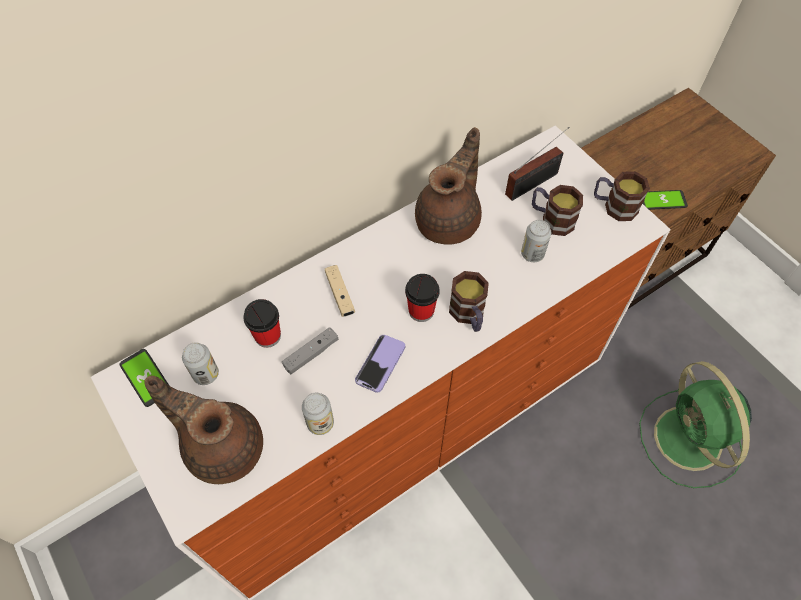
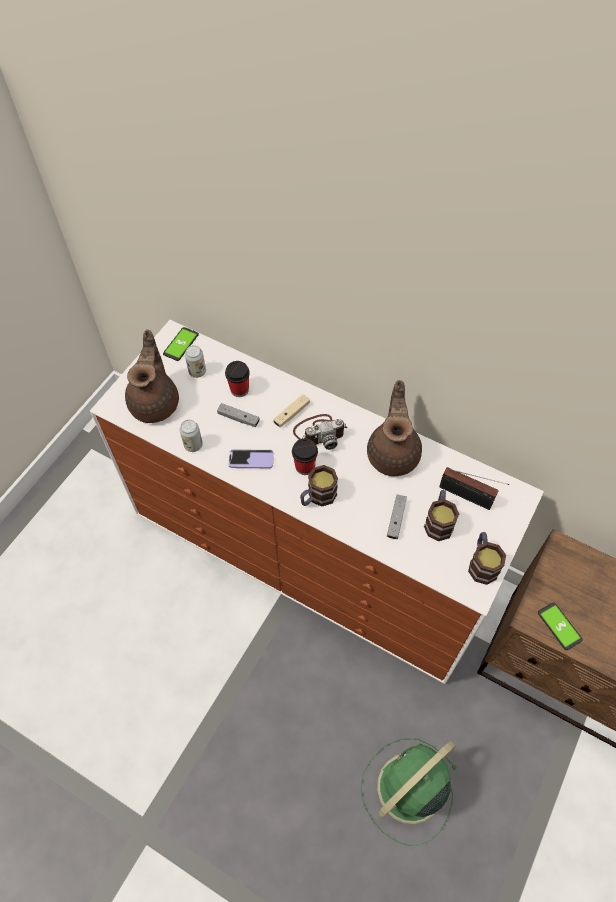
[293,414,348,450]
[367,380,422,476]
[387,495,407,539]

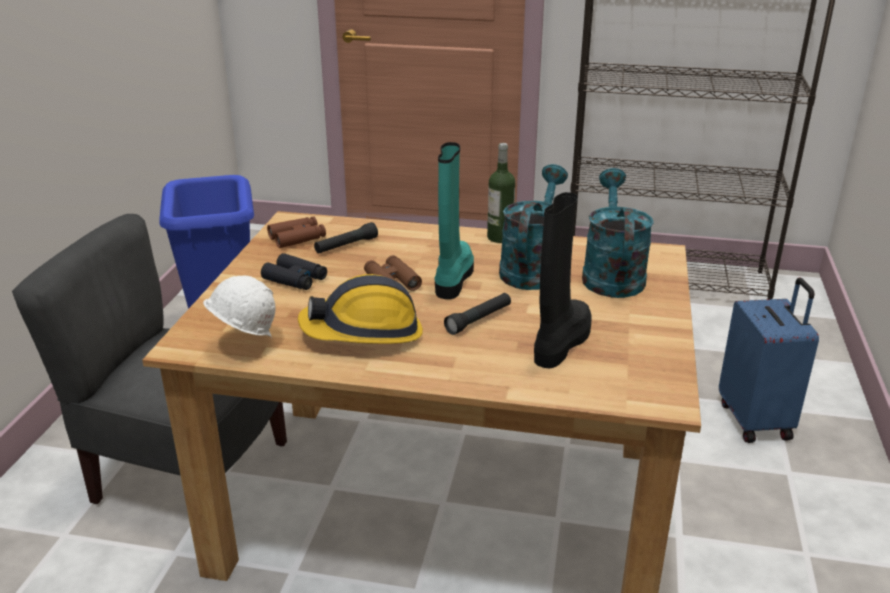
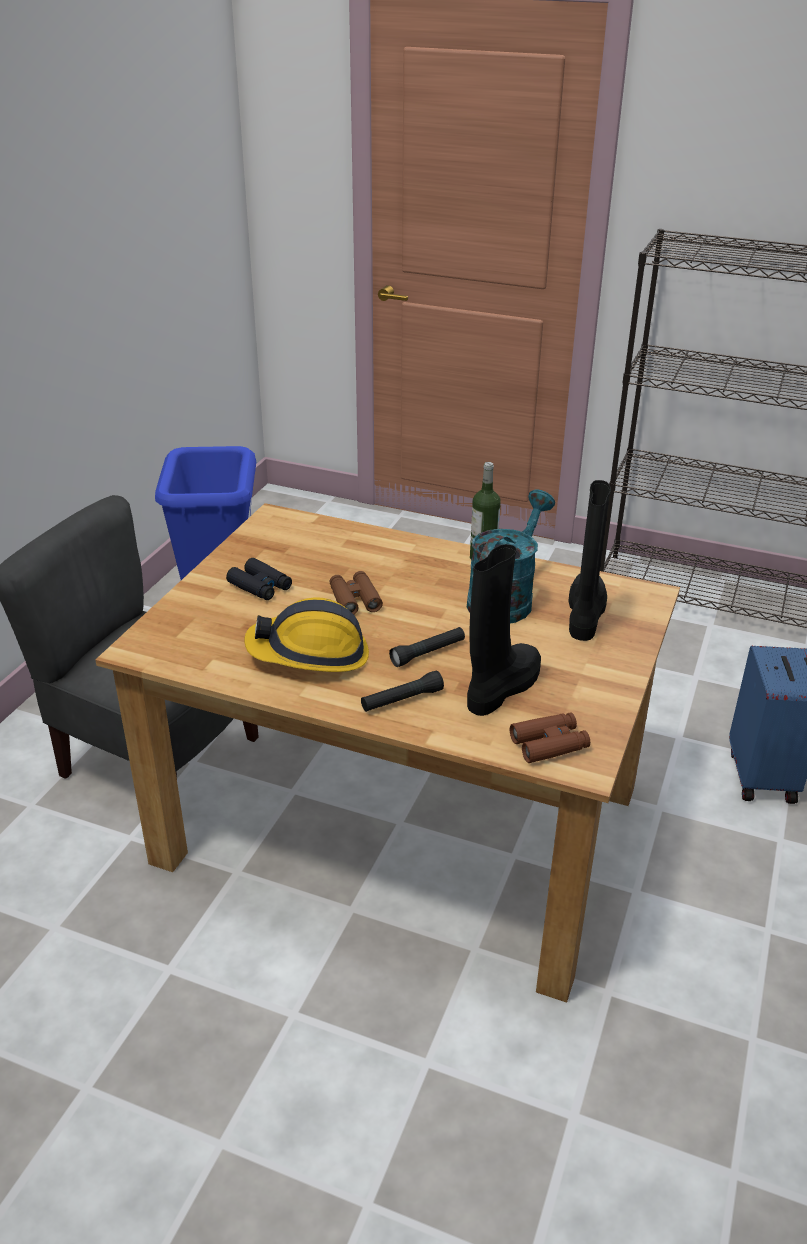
[361,671,444,712]
[510,712,590,763]
[568,480,611,641]
[203,275,275,338] (first image)
[435,142,474,299] (first image)

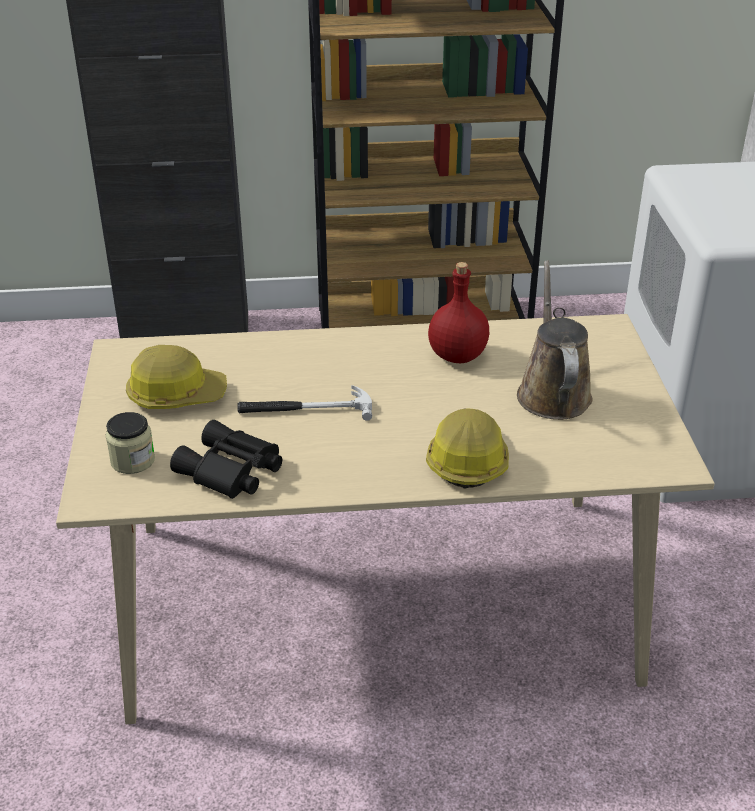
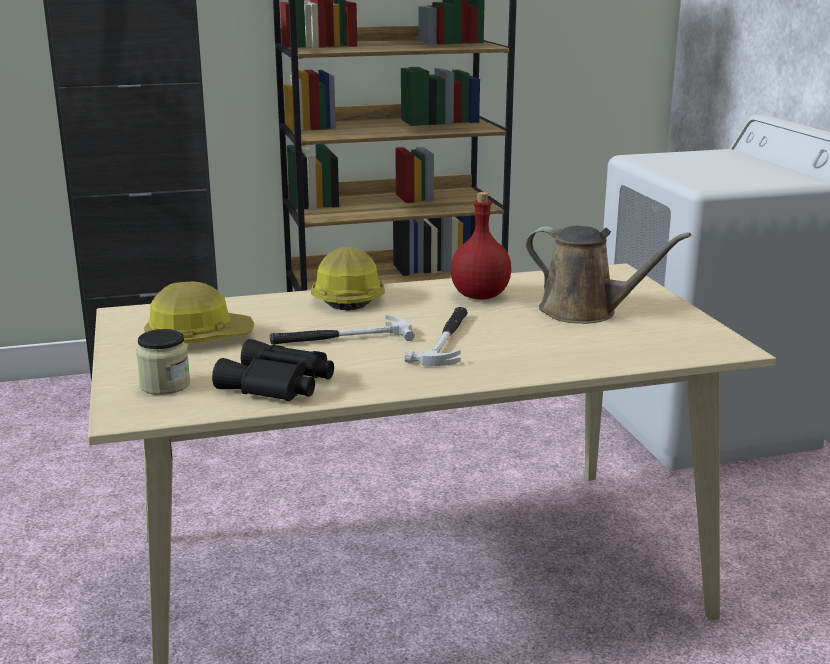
[311,247,385,311]
[405,307,467,366]
[526,226,691,324]

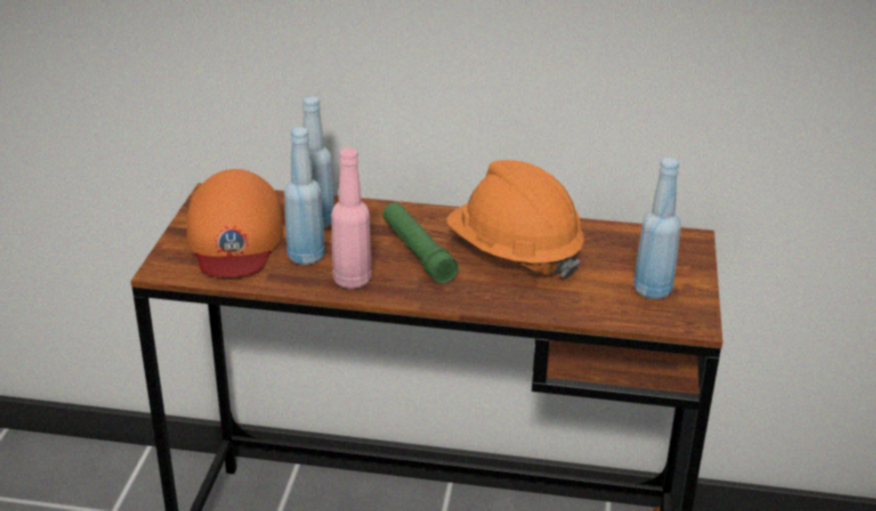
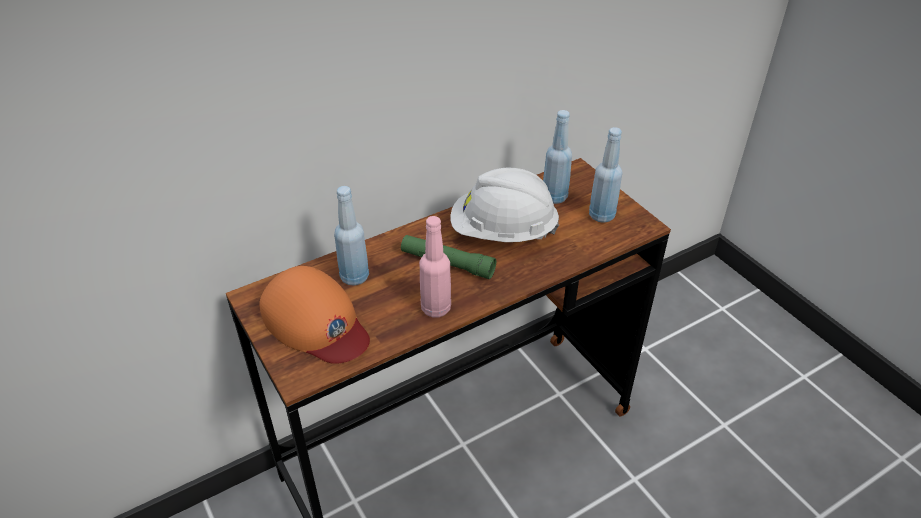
[451,168,559,242]
[543,110,572,204]

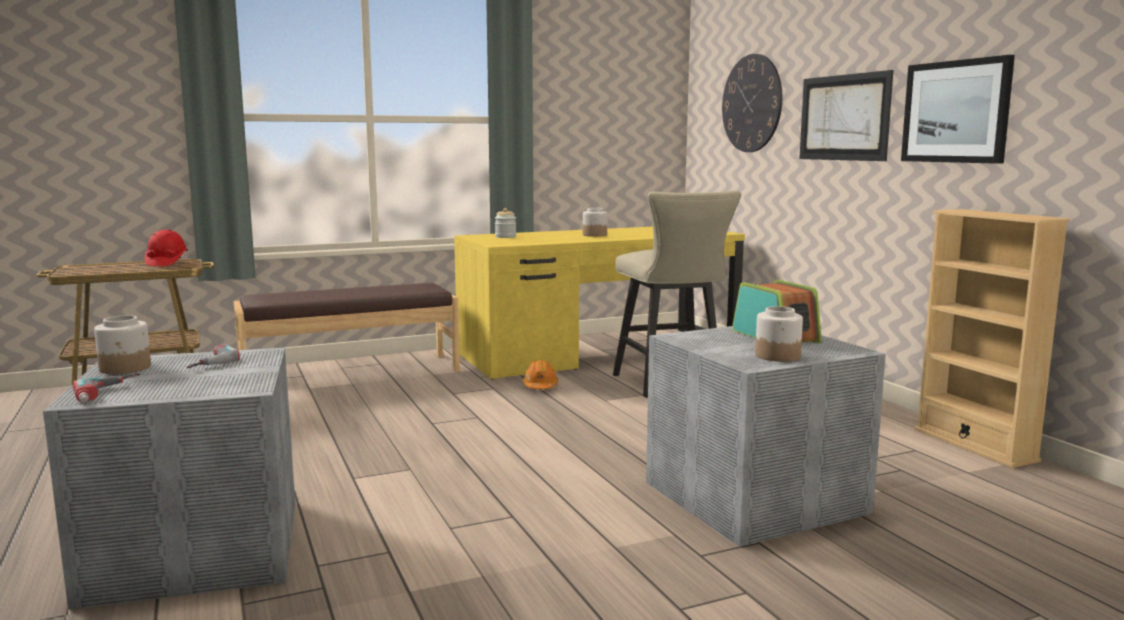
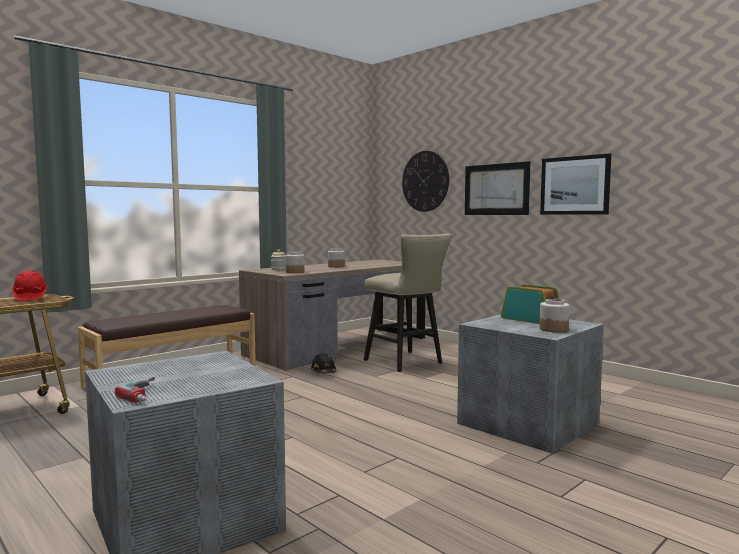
[239,260,425,371]
[286,252,304,273]
[311,353,337,374]
[187,344,240,368] (first image)
[914,209,1070,468] (first image)

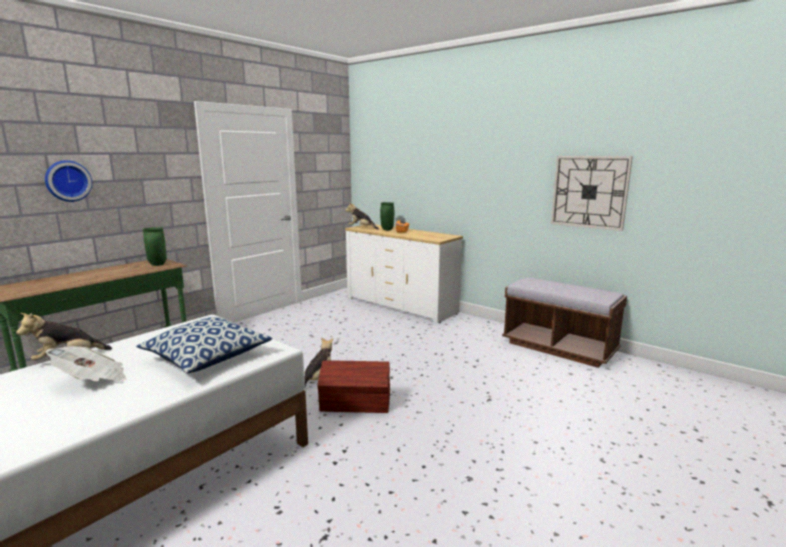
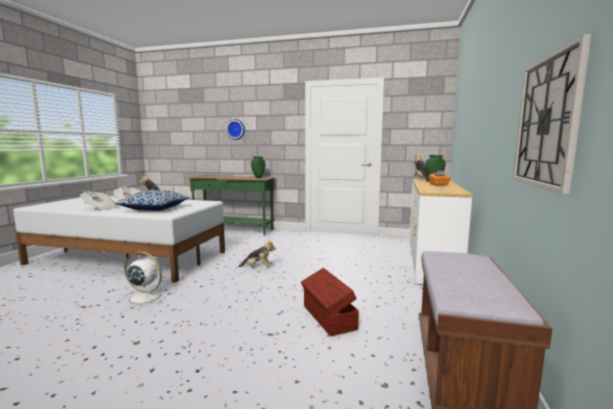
[80,191,118,211]
[119,251,168,307]
[301,268,359,336]

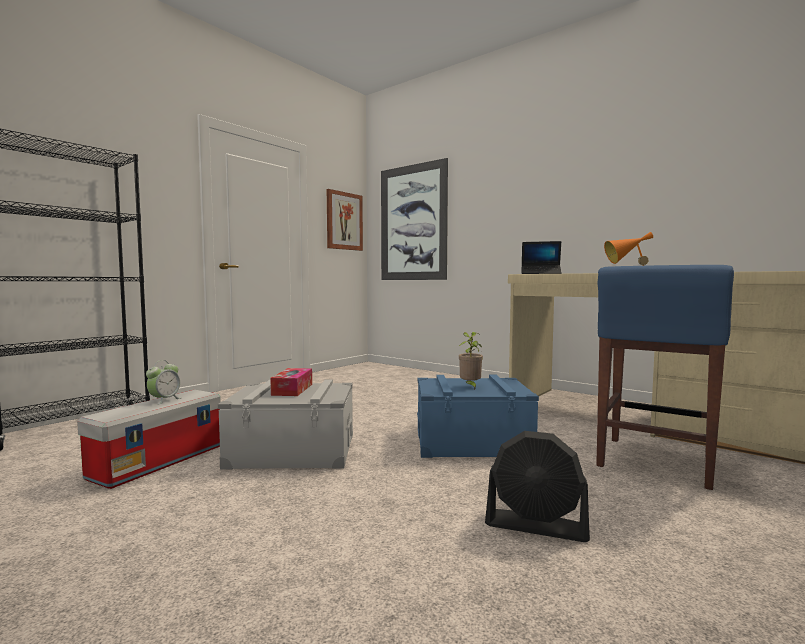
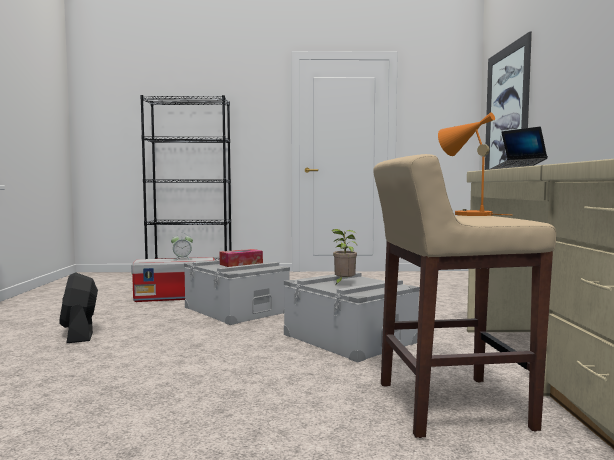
[59,273,98,343]
[284,272,420,363]
[373,154,556,438]
[327,189,363,251] (first image)

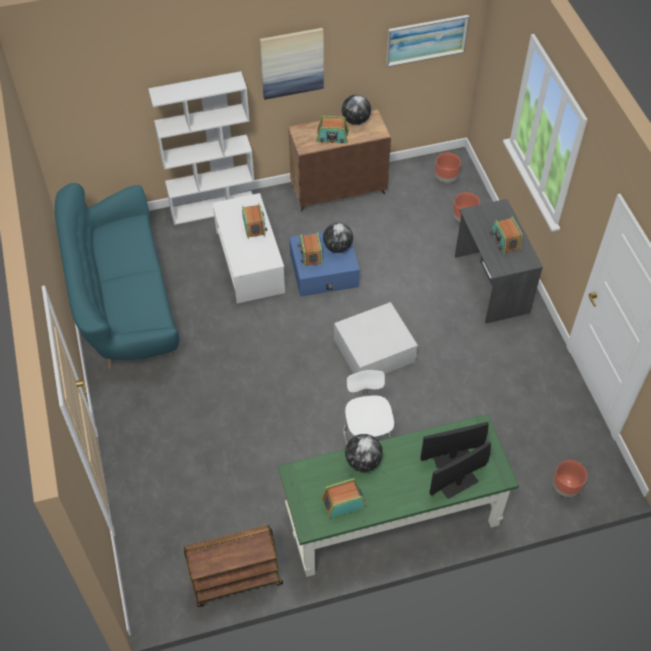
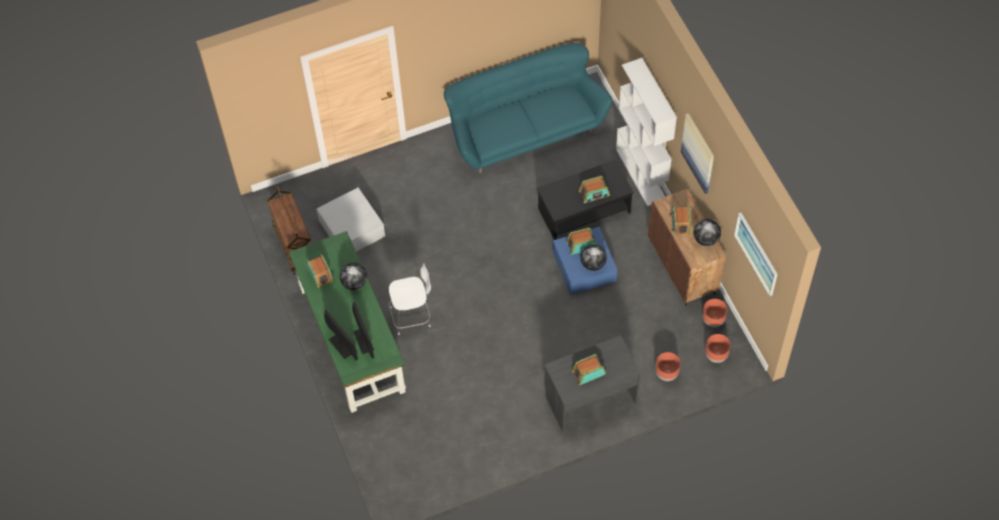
[316,188,385,252]
[537,160,634,240]
[703,299,727,327]

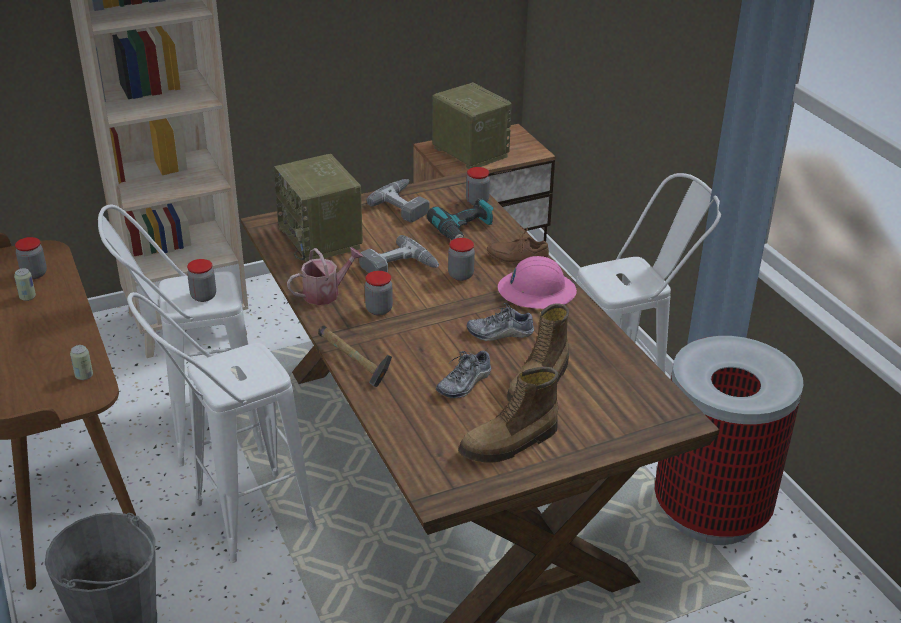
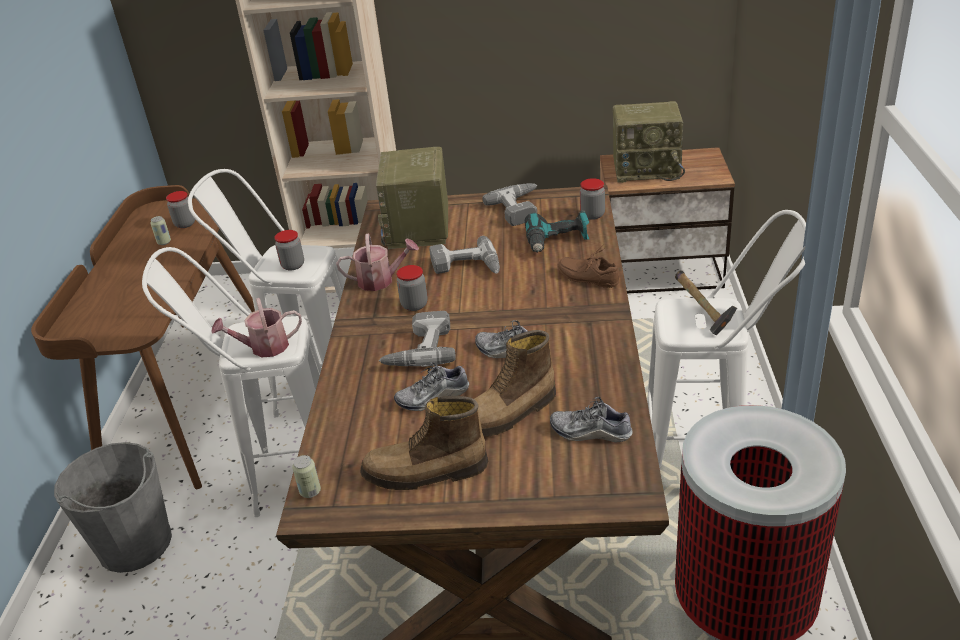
[211,298,302,357]
[292,455,321,498]
[379,311,456,367]
[550,397,633,443]
[613,101,685,183]
[675,270,737,335]
[448,238,475,281] (first image)
[498,256,577,309] (first image)

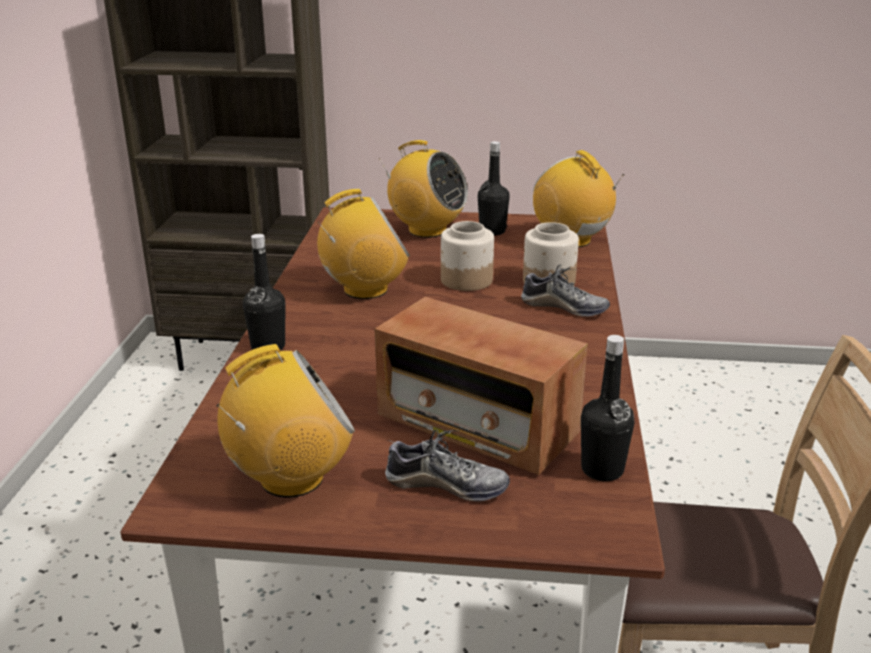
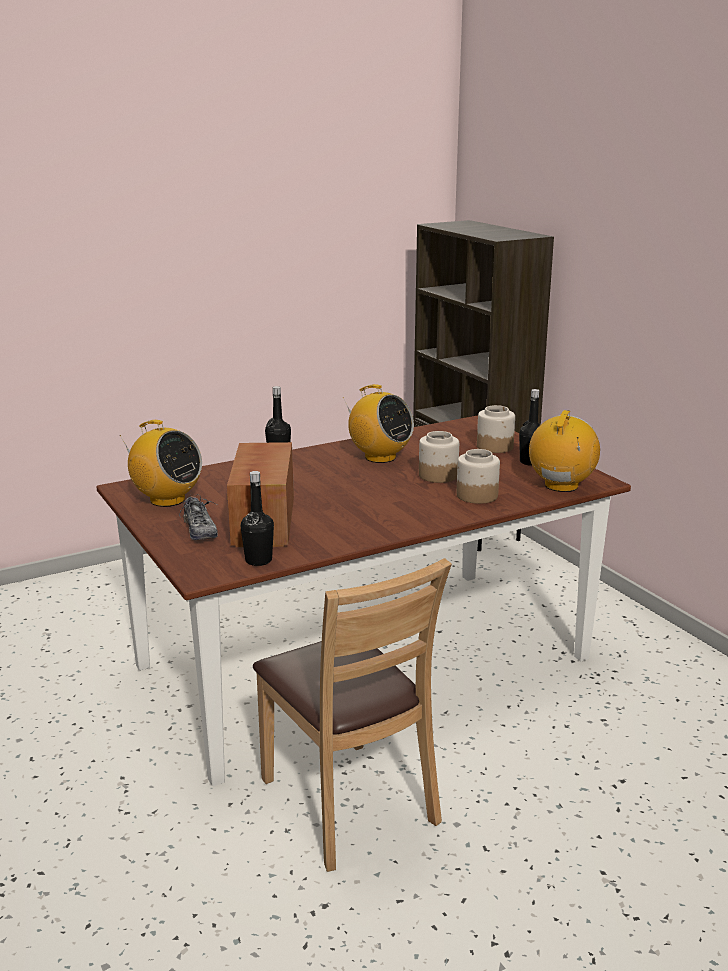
[477,405,515,453]
[521,264,610,317] (first image)

